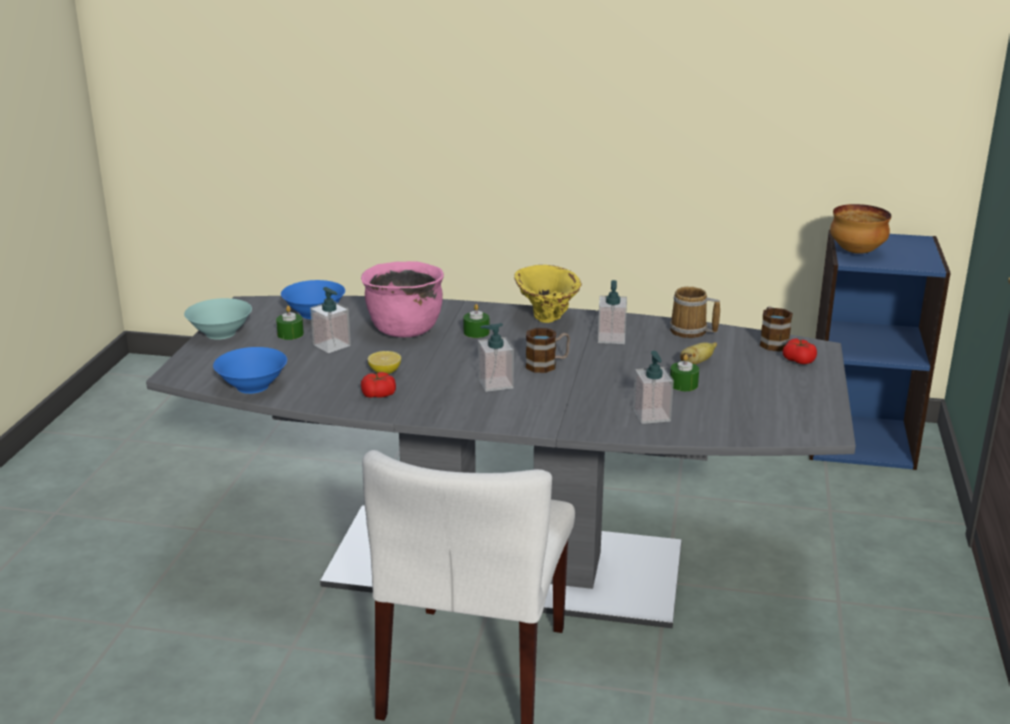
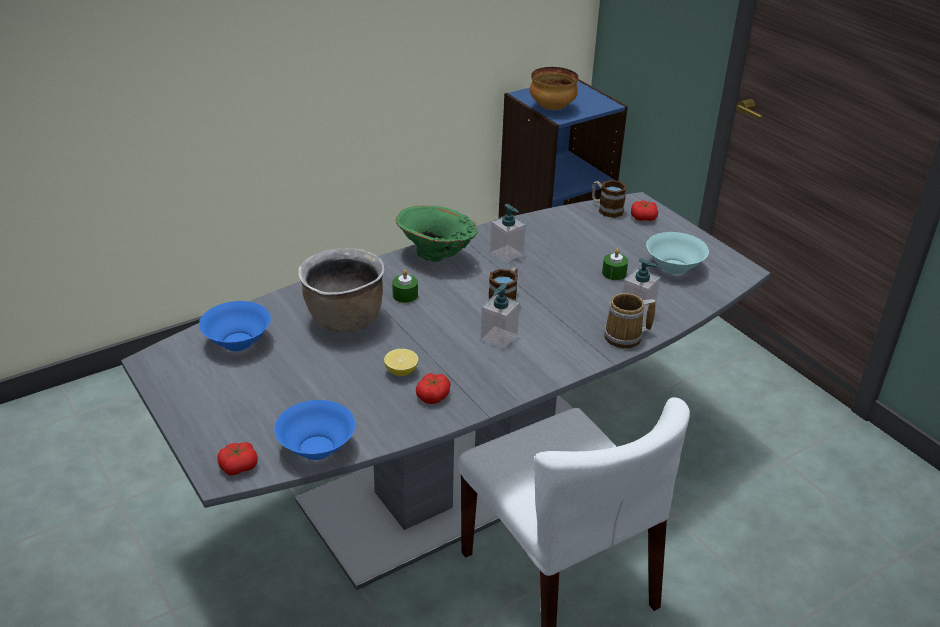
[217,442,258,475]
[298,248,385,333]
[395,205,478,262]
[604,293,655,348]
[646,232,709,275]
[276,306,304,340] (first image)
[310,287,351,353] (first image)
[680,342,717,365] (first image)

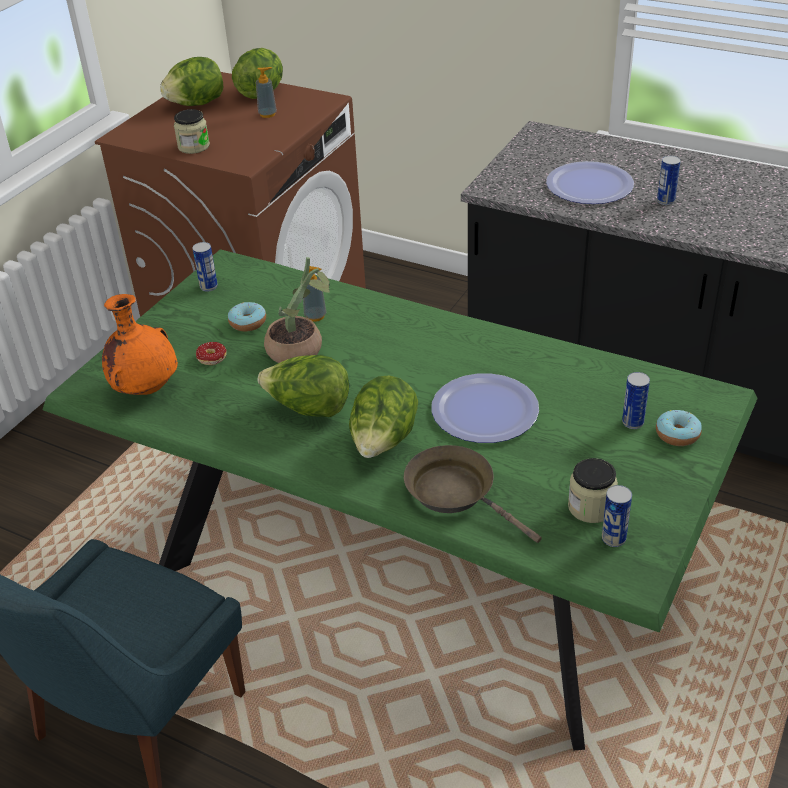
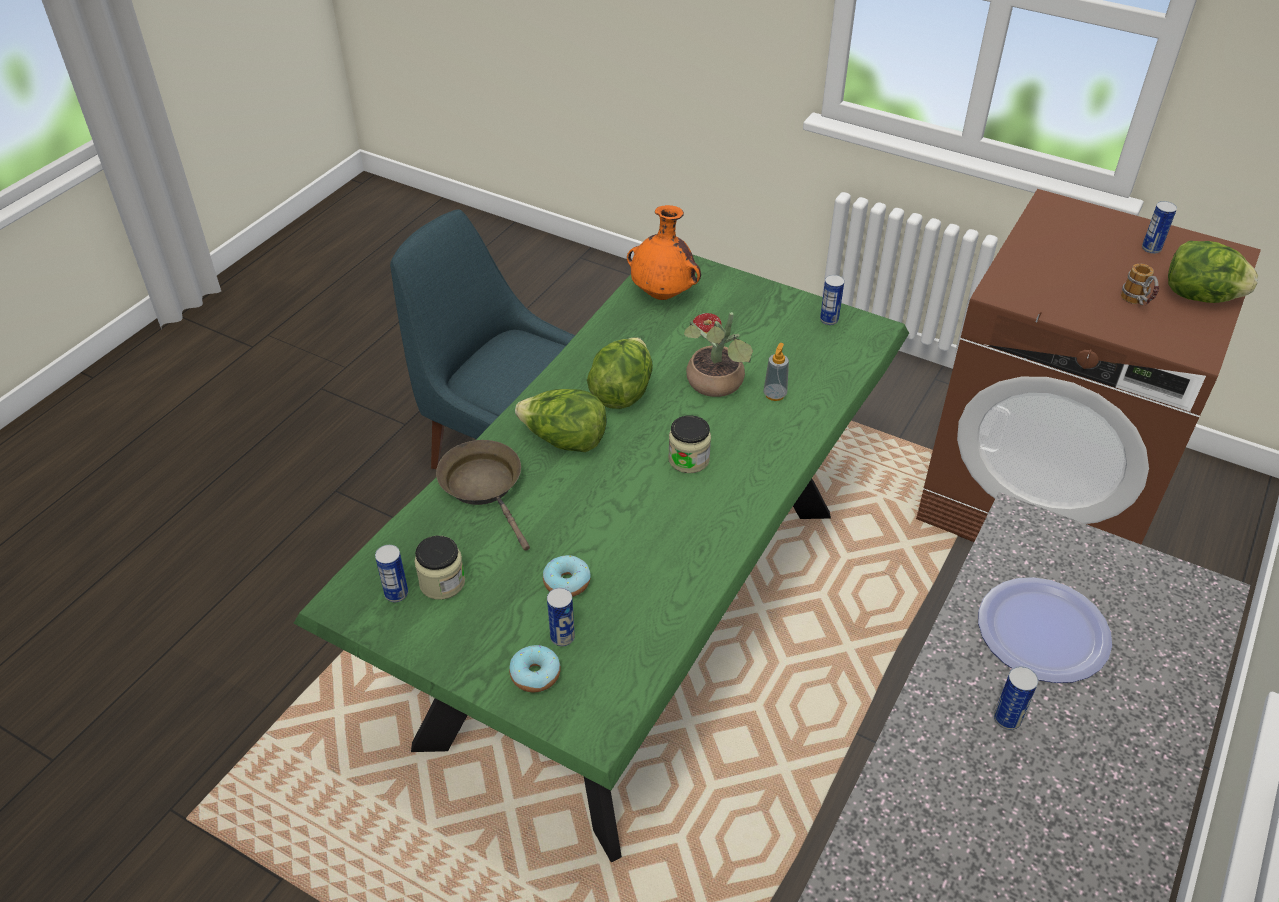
[436,440,530,551]
[543,555,591,597]
[668,415,711,473]
[1121,263,1159,306]
[1142,201,1177,254]
[431,373,539,443] (first image)

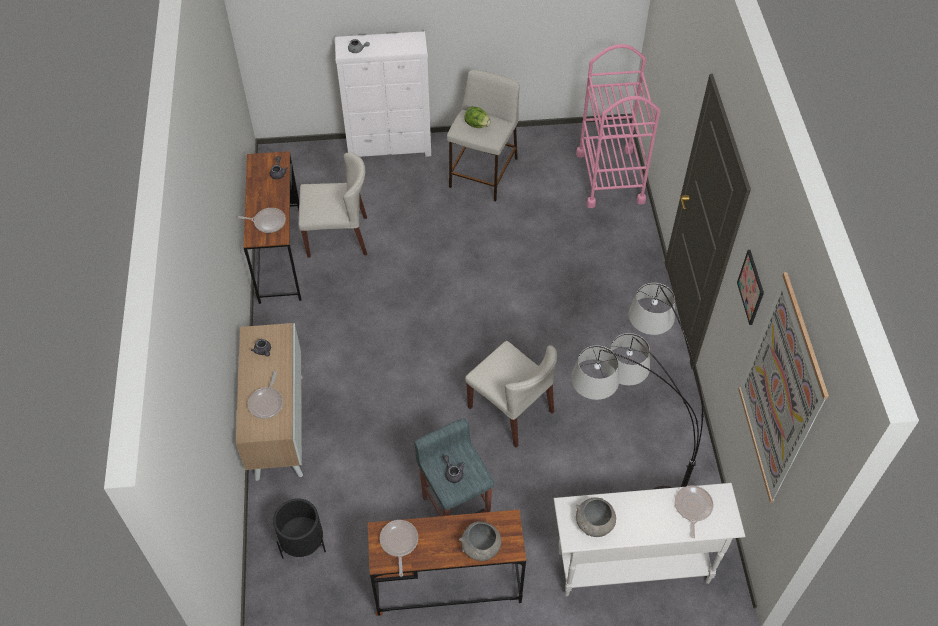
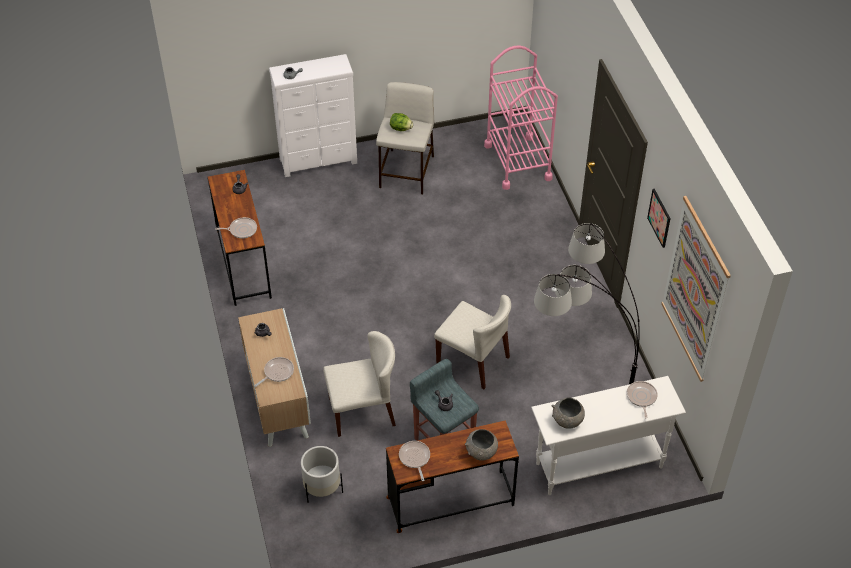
[254,357,294,387]
[301,446,343,503]
[323,331,396,437]

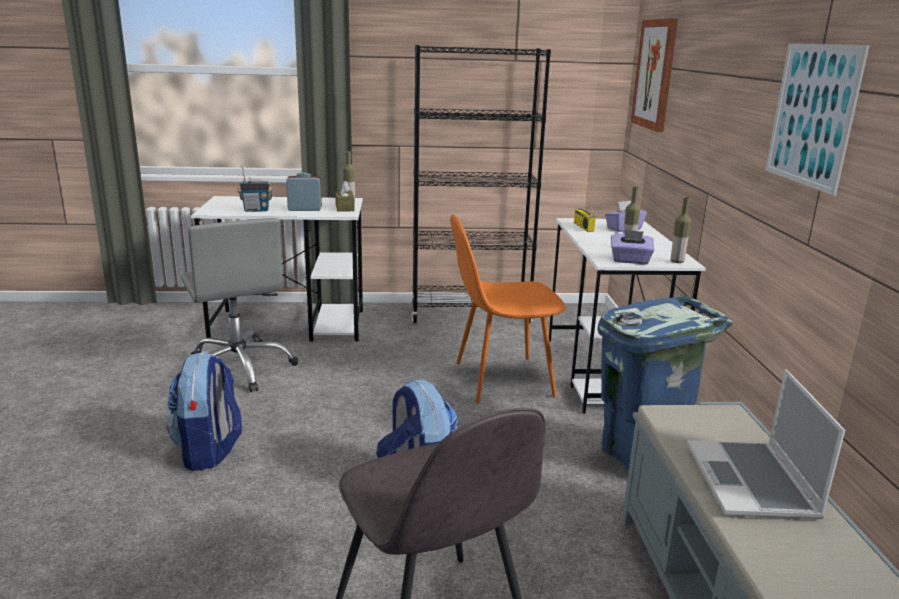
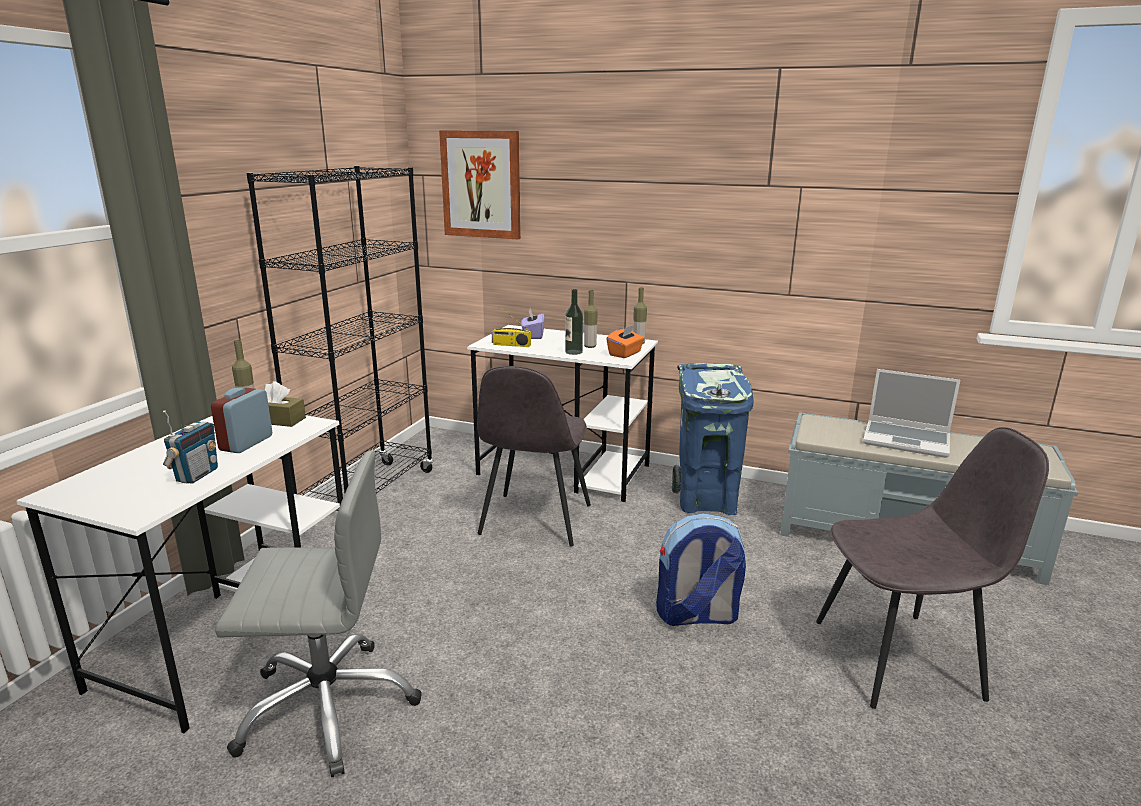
[477,366,591,547]
[565,289,583,355]
[606,325,645,358]
[167,351,242,471] (first image)
[765,44,870,196] (first image)

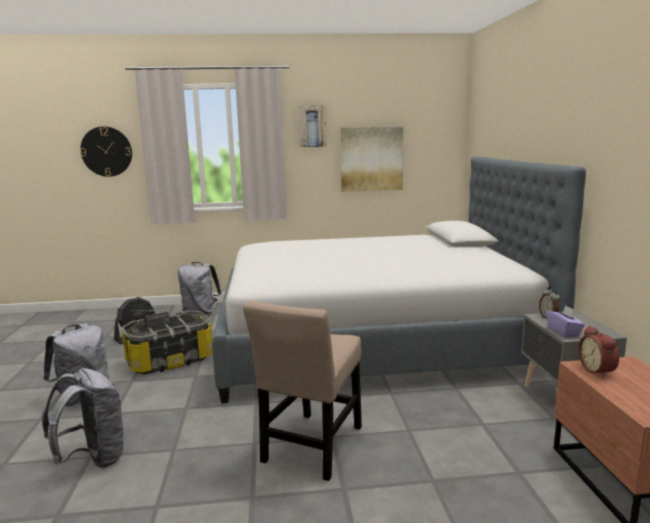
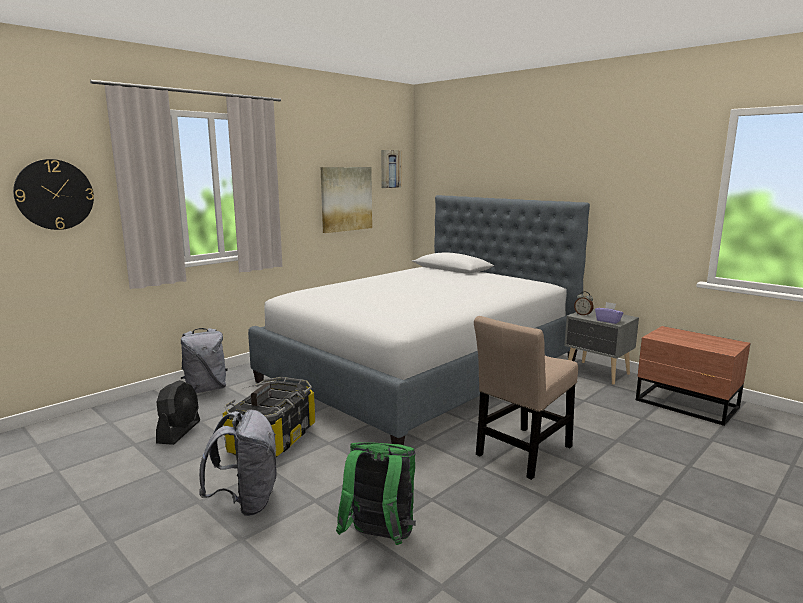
[336,442,416,545]
[381,150,401,188]
[474,316,578,480]
[578,326,619,378] (first image)

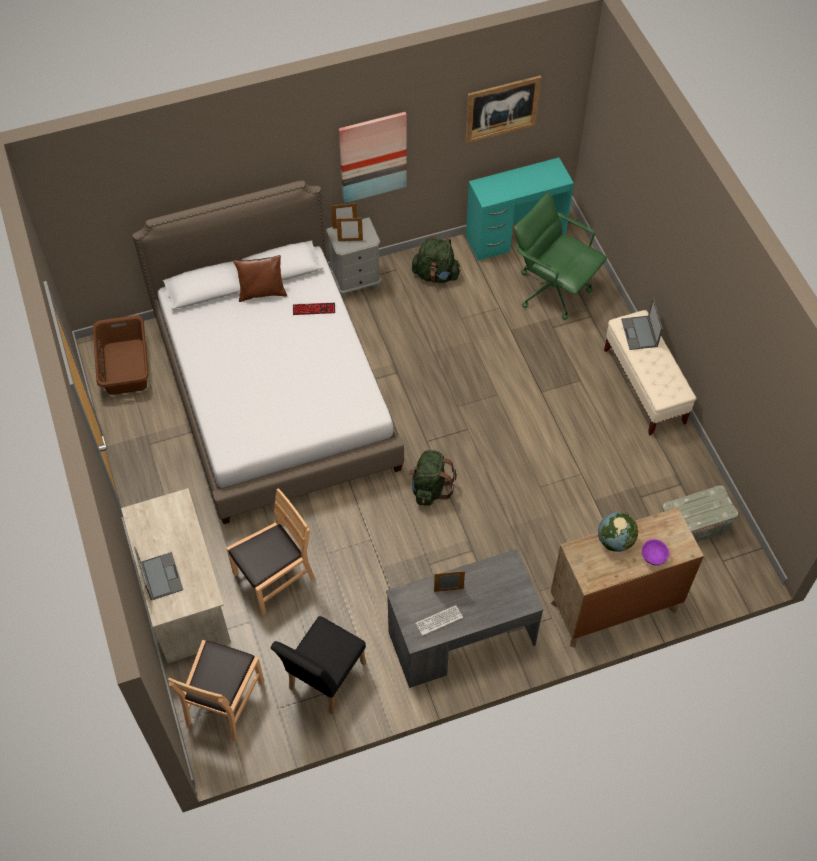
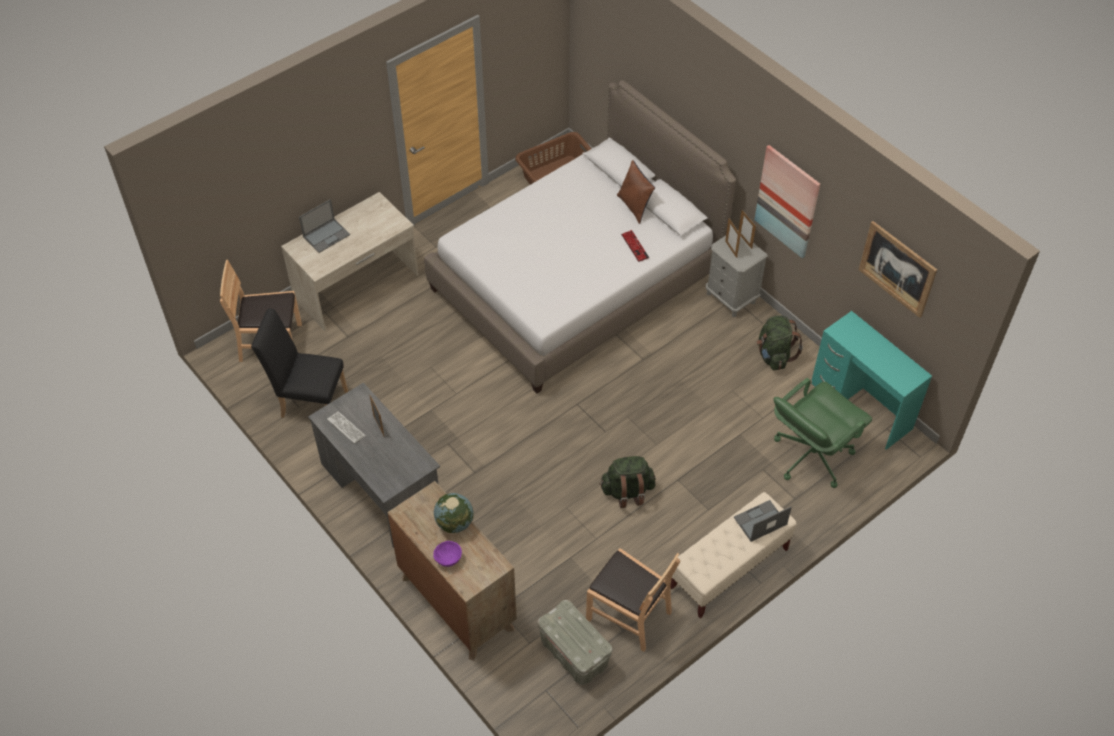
[586,548,680,652]
[600,456,656,508]
[774,378,872,488]

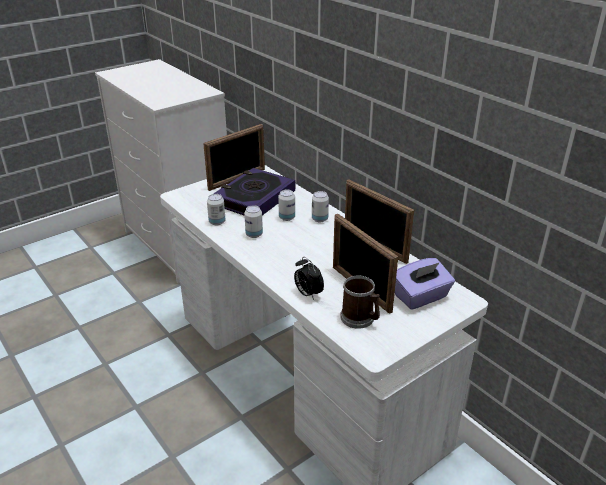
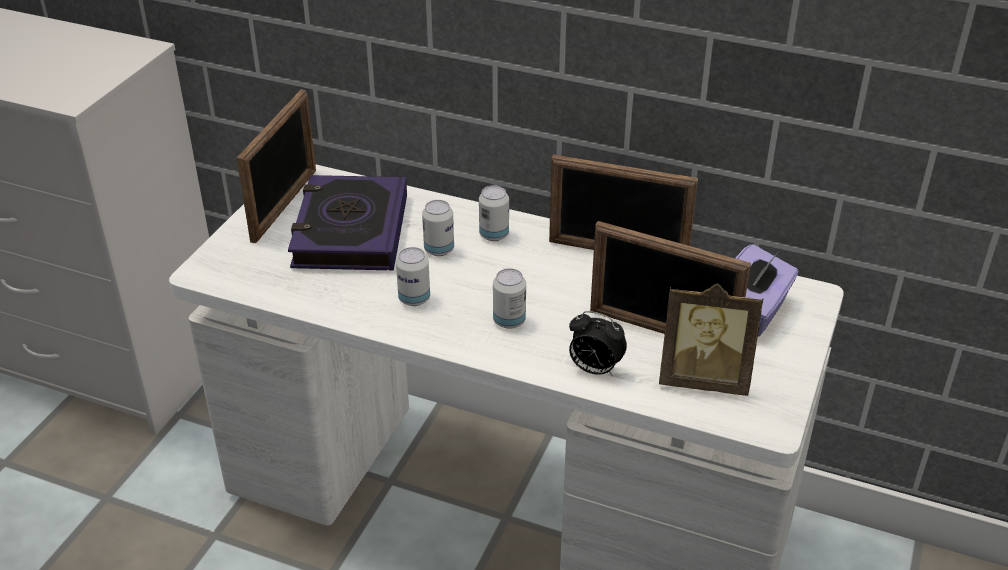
[493,268,526,329]
[659,283,763,396]

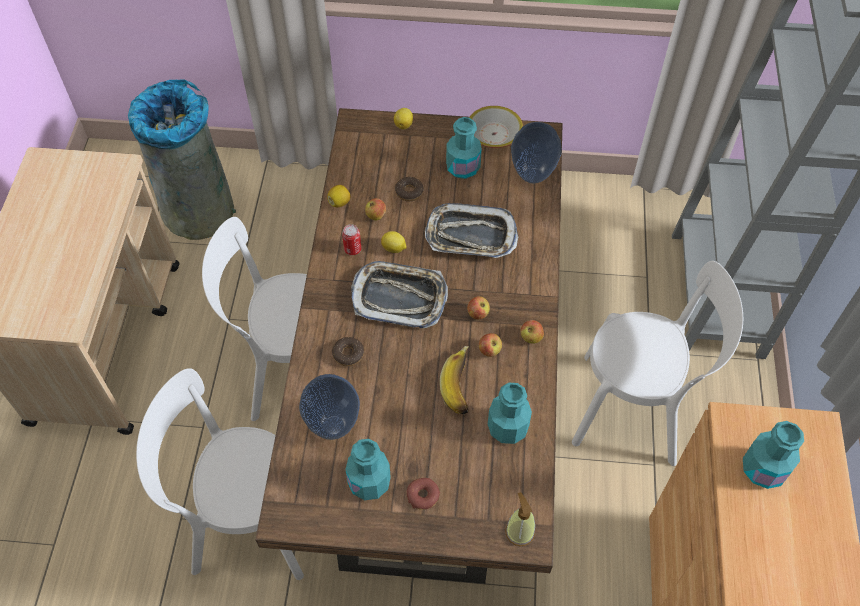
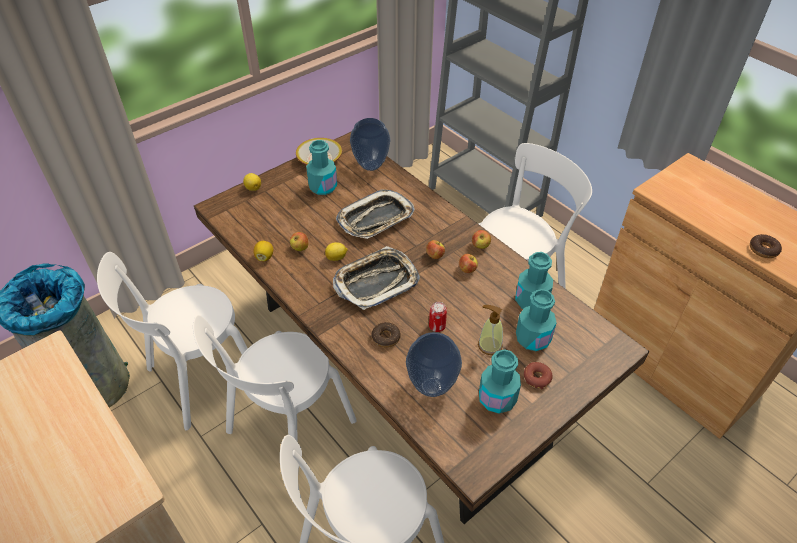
[97,252,248,430]
[429,302,447,332]
[478,305,503,355]
[516,289,557,351]
[750,234,782,258]
[440,346,469,414] (first image)

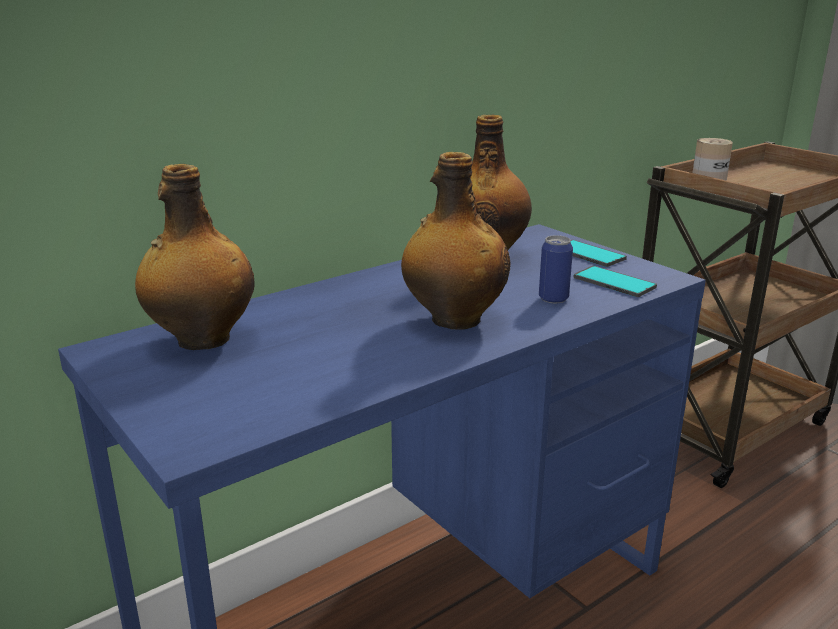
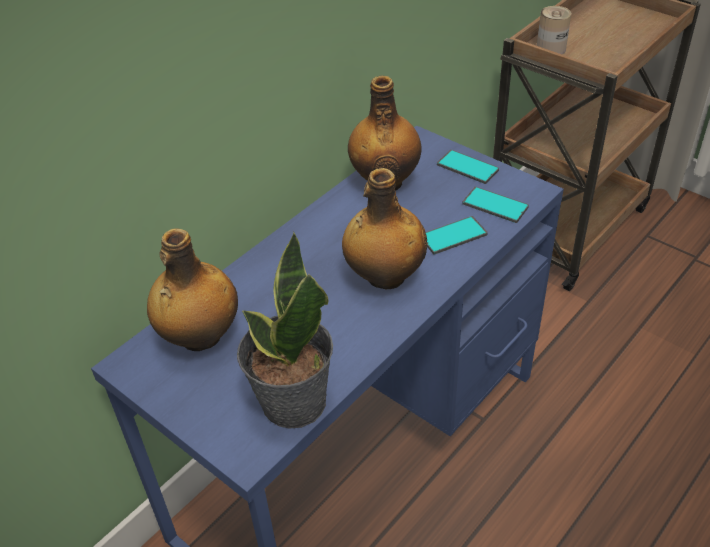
[237,232,333,428]
[426,216,488,255]

